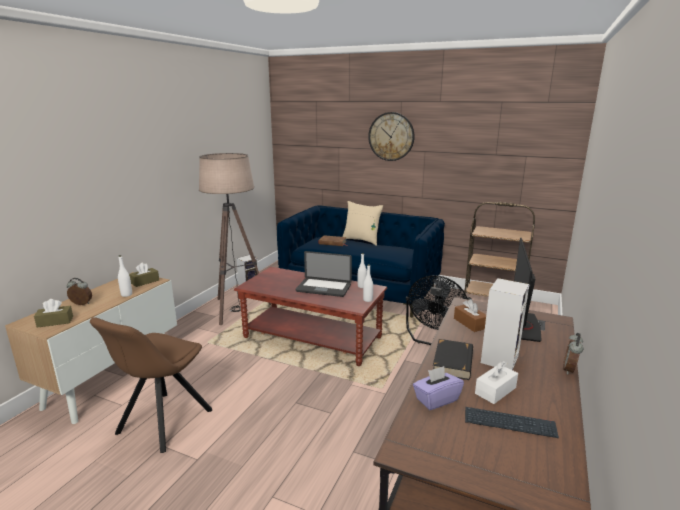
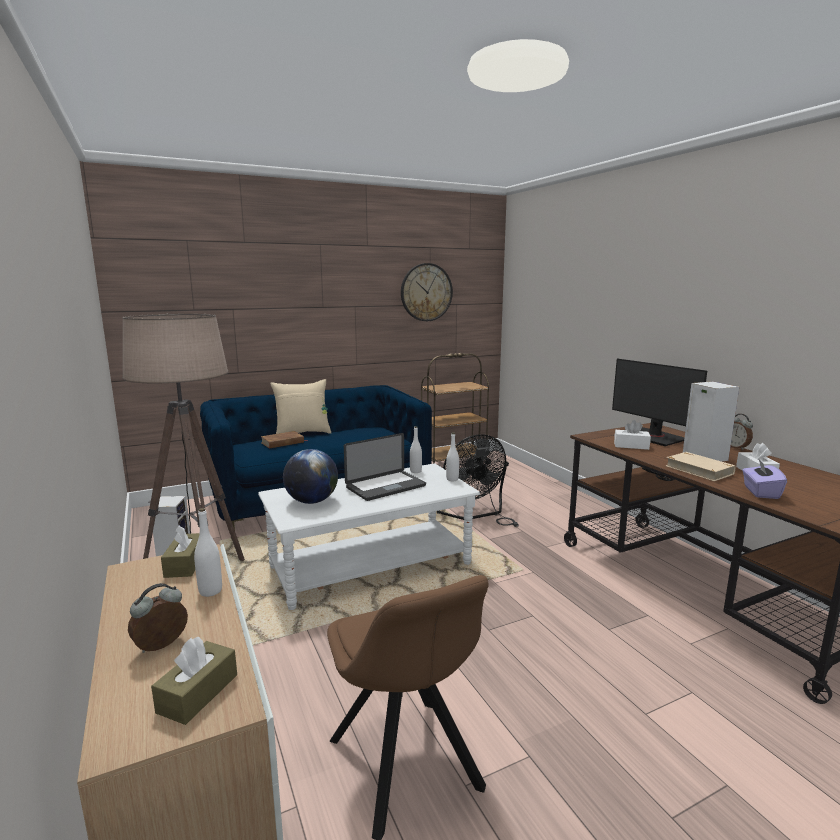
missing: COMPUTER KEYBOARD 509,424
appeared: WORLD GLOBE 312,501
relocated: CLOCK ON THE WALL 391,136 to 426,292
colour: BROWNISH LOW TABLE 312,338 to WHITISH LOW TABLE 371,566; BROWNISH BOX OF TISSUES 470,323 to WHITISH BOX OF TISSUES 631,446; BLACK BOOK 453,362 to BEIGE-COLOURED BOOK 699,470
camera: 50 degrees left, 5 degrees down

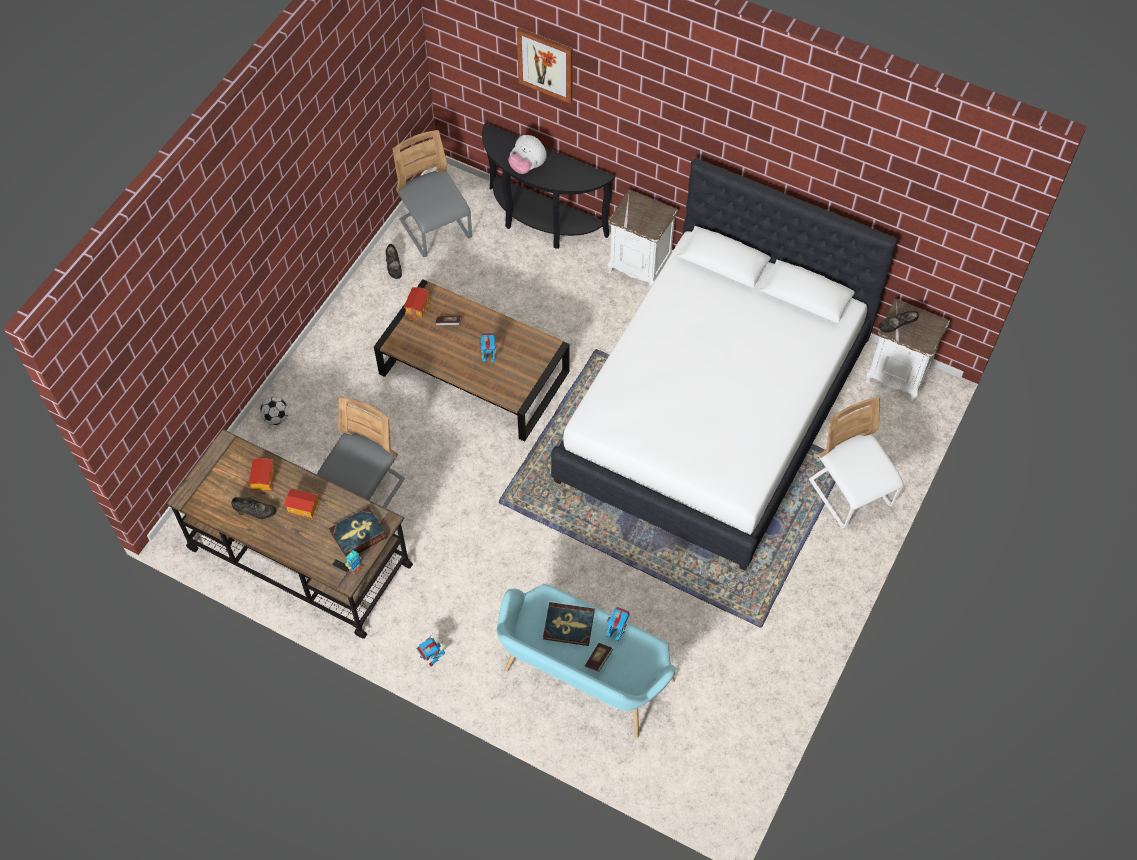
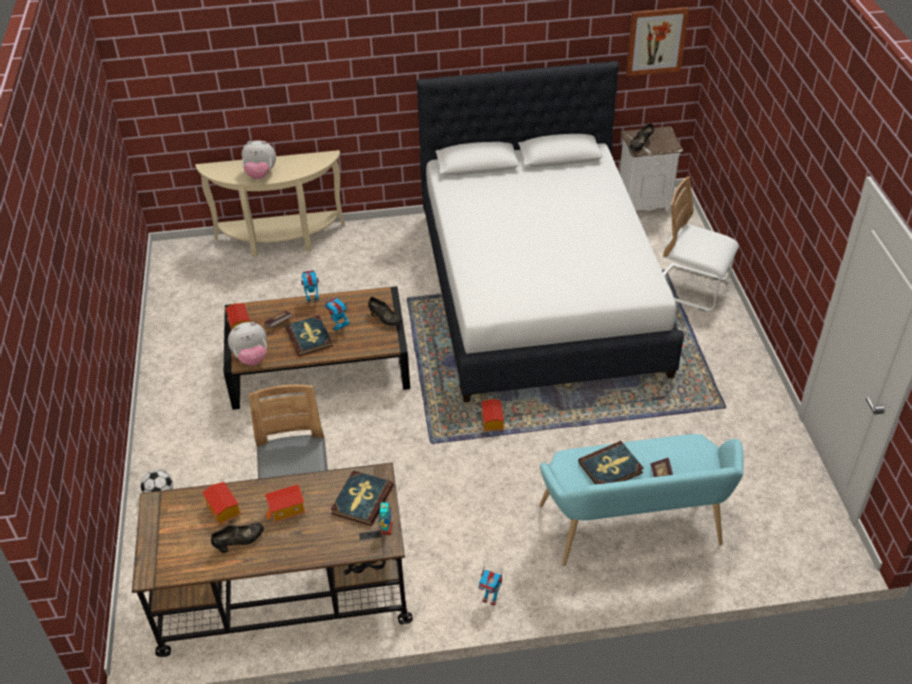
missing: GRAY CHAIR 436,230; WHITISH NIGHTSTAND 639,268
appeared: BOOK 309,337; SOFT TOY 251,358; TOY HOUSE 492,422
relocated: WALL PICTURE 546,64 to 656,41; BLACK ITEM OF FOOTWEAR 394,267 to 385,320; ROBOT FIGURE 617,633 to 312,301
colour: BLACK HALL TABLE 541,223 to BEIGE-COLOURED HALL TABLE 280,241
camera: 35 degrees left, 15 degrees down

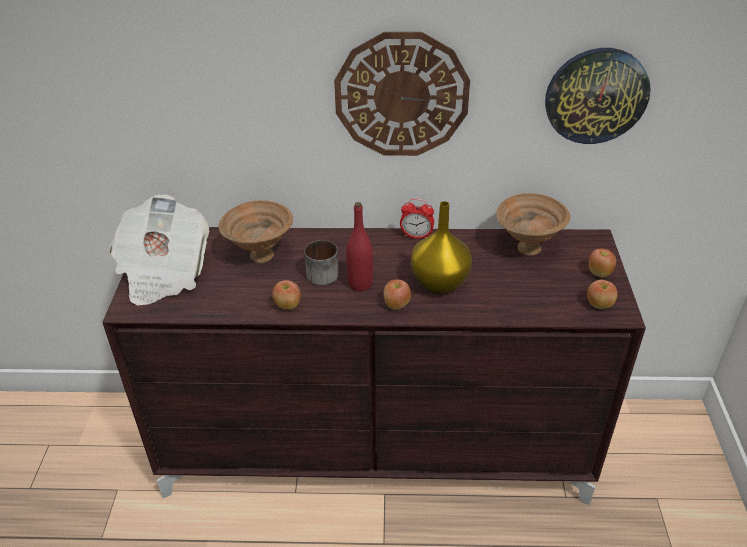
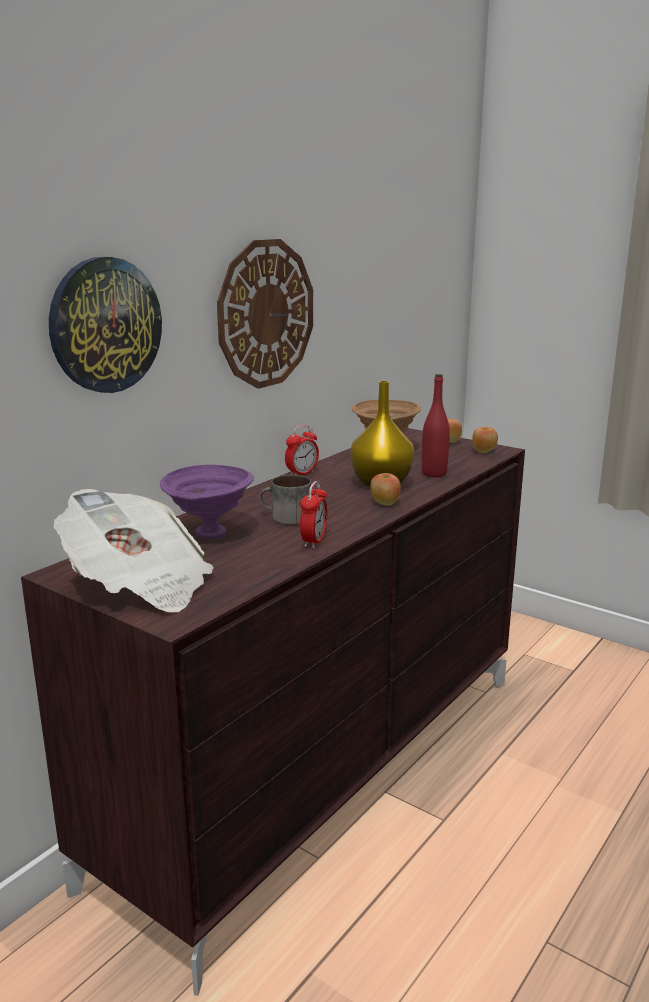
relocated: CLOCK ON THE WALL 596,95 to 105,325; RED BEVERAGE BOTTLE 360,284 to 434,473
exchanged: APPLE FRUIT 287,306 to TABLE CLOCK 314,541
colour: BROWNISH BOWL 260,256 to PURPLE-COLOURED BOWL 210,534
camera: 55 degrees left, 20 degrees down

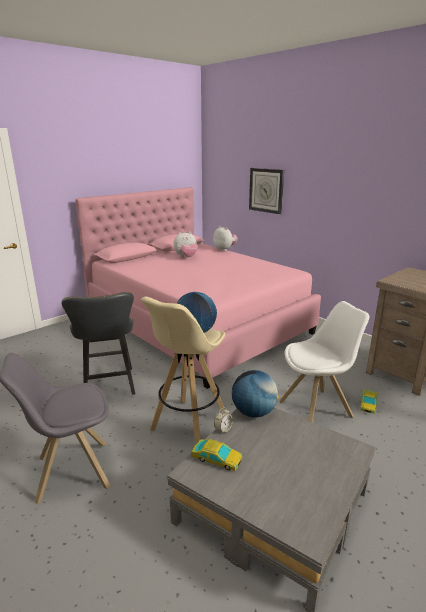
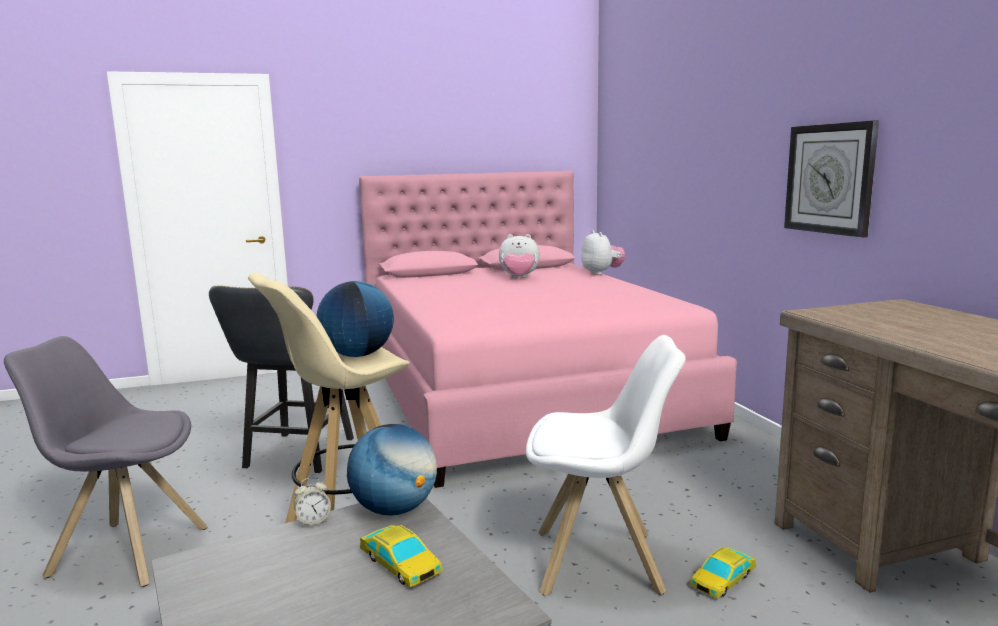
relocated: CLOCK ON THE WALL 266,190 to 830,178; TOY CAR 216,458 to 400,563
camera: 25 degrees right, 10 degrees down

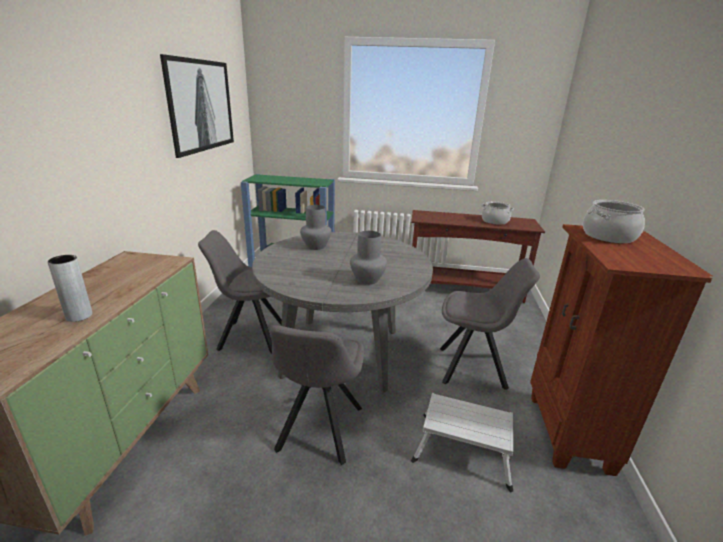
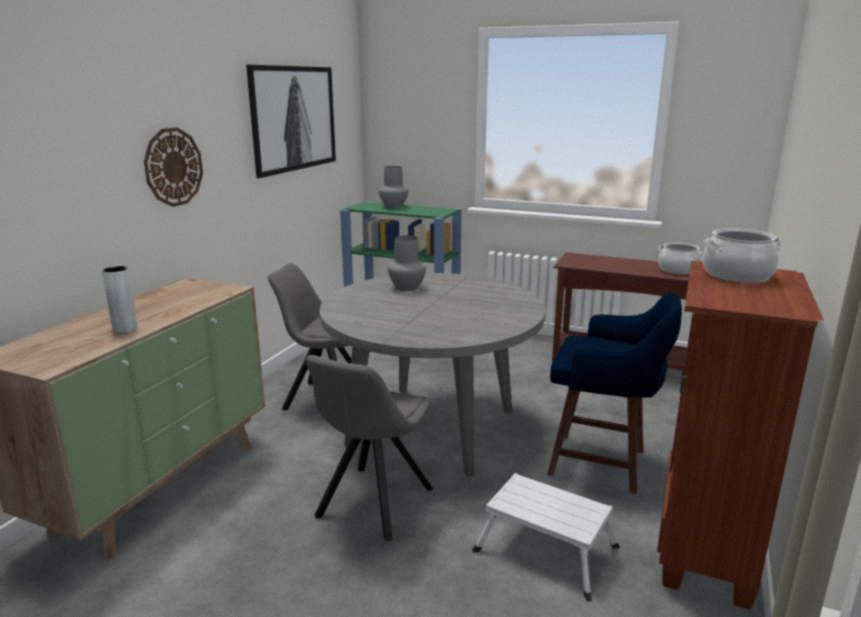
appeared: CLOCK ON THE WALL 173,167
relocated: GRAY FLOWER VASE 367,279 to 394,206
exchanged: GRAY CHAIR 472,368 to BLUE STOOL SEAT 602,464
camera: 15 degrees right, 5 degrees down

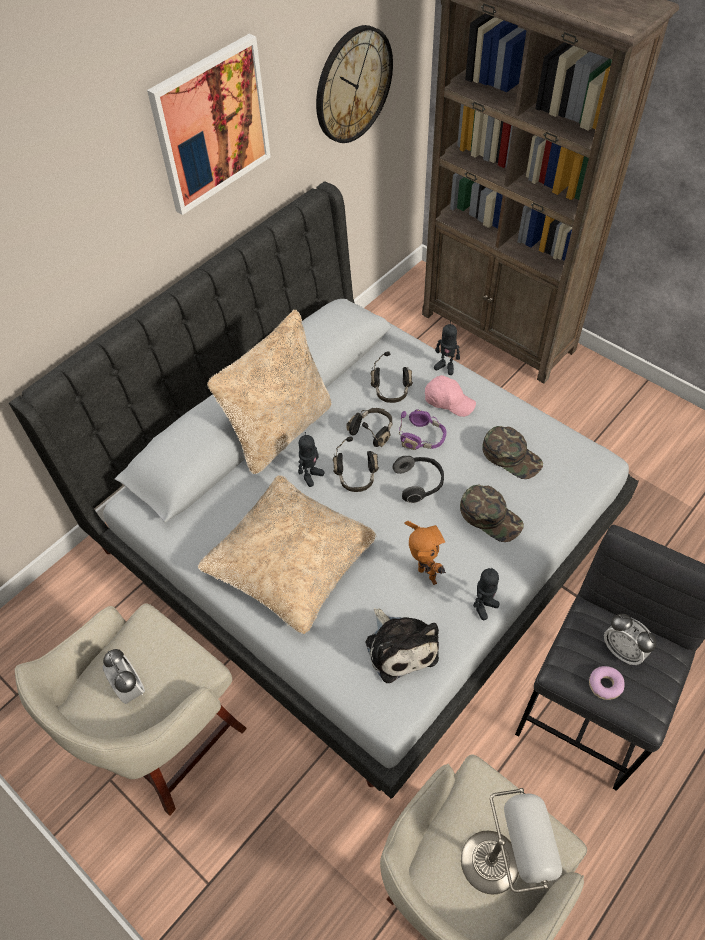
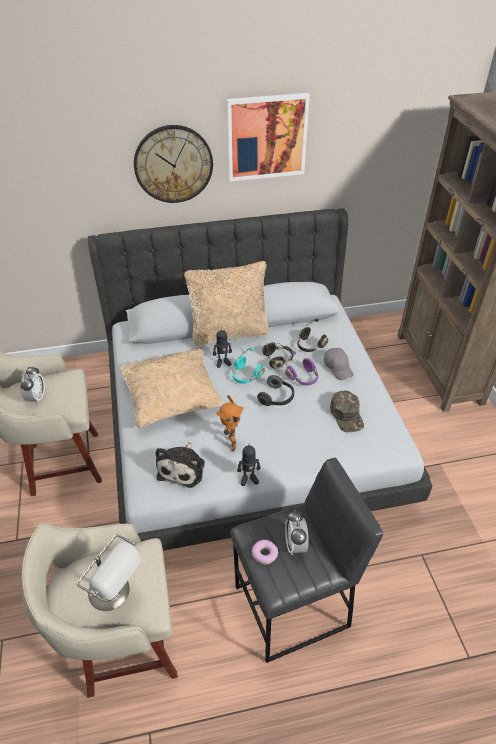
missing: ROBOT FIGURE 445,366; GREEN-COLOURED PEAKED CAP 491,516
relocated: CLOCK ON THE WALL 353,85 to 173,164
colour: PINK-COLOURED PEAKED CAP 448,401 to GRAY PEAKED CAP 338,368; BLACK HEADPHONES 356,477 to BLUE-GREEN HEADPHONES 246,376
camera: 35 degrees right, 10 degrees down

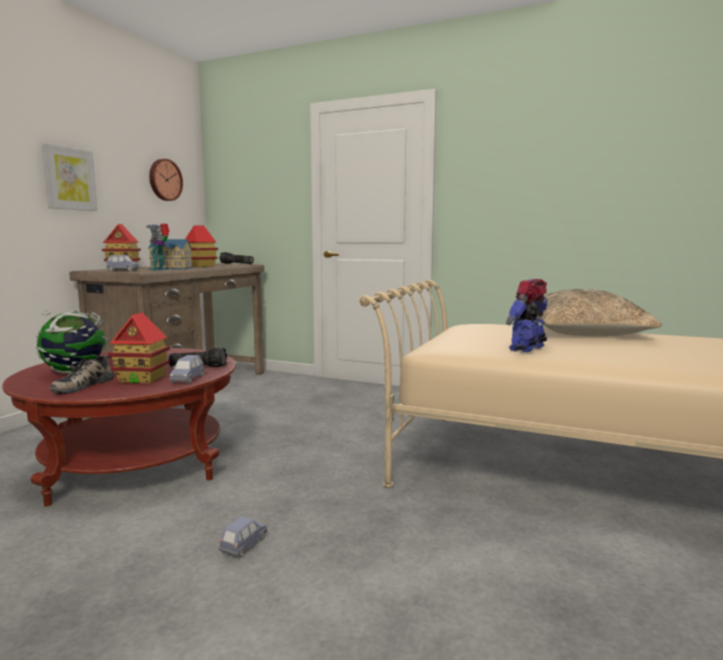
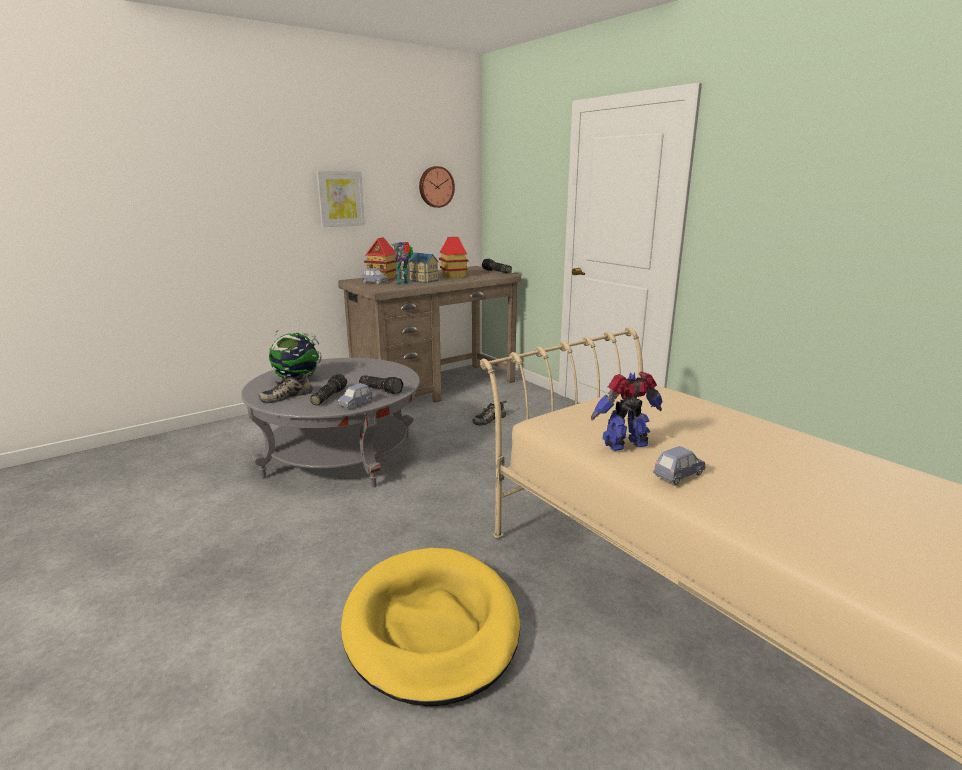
missing: BEIGE-COLOURED CUSHION 583,332
appeared: ITEM OF FOOTWEAR 489,419; YELLOW-COLOURED DOG CUSHION 431,627
relocated: BLUE TOY CAR 244,545 to 678,475
exchanged: TOY HOUSE 142,379 to TORCH 328,397
colour: RED LOW TABLE 135,462 to GRAY LOW TABLE 340,455
camera: 30 degrees right, 10 degrees up

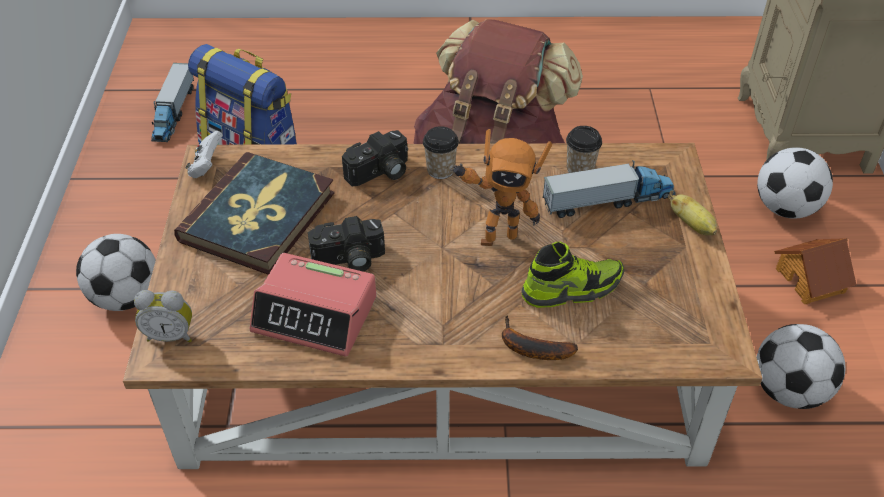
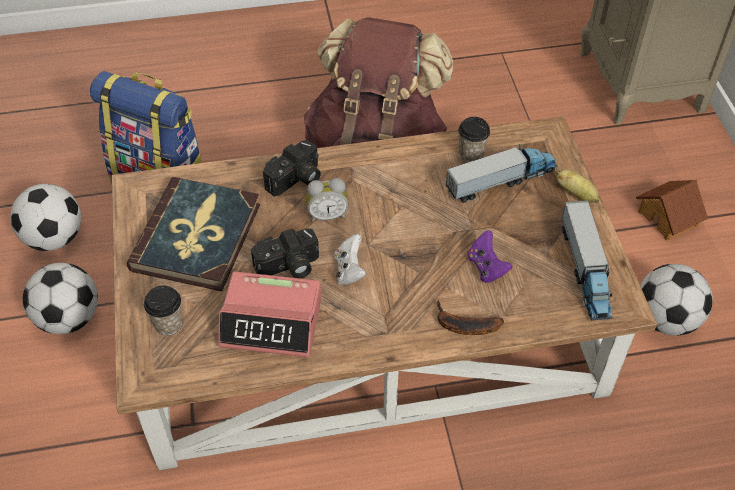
missing: ROBOT FIGURE 496,236
relocated: TOY LORRY 174,112 to 585,270; SMALL CUP 440,170 to 168,324; WHITISH GAME CONTROLLER 206,167 to 349,270; FOOTBALL 785,208 to 54,238; TABLE CLOCK 171,335 to 327,215
exchanged: ITEM OF FOOTWEAR 571,289 to PURPLE-COLOURED GAME CONTROLLER 486,267
camera: 10 degrees left, 5 degrees up

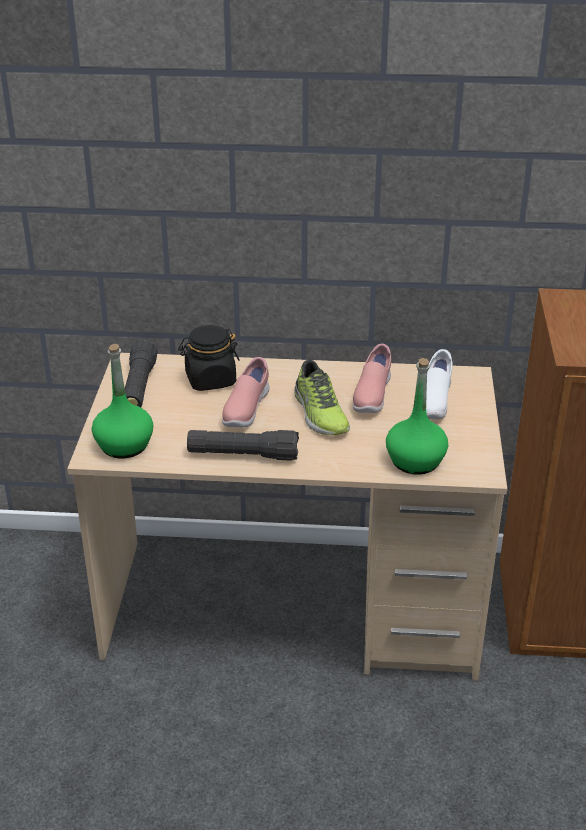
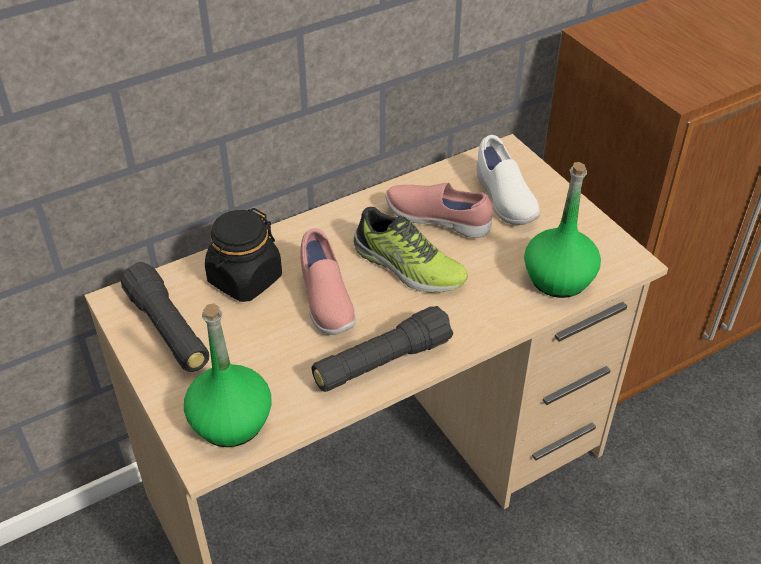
spun: PINK-COLOURED ITEM OF FOOTWEAR 371,396 = 438,220 135 degrees clockwise
camera: 35 degrees left, 10 degrees up

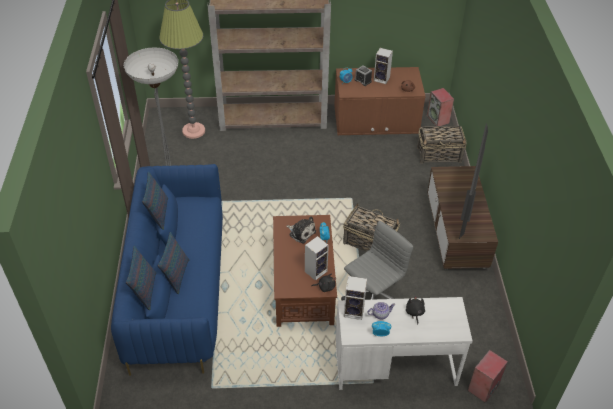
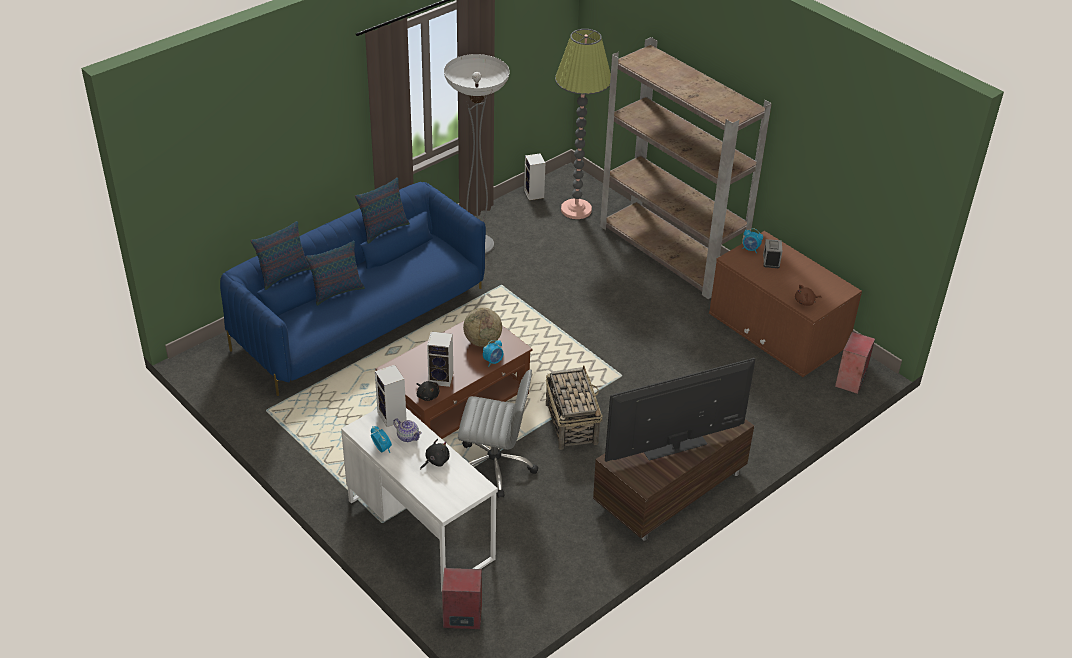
missing: BASKET 439,154
relocated: LOUDSPEAKER 382,79 to 534,194
exchanged: SOFT TOY 301,232 to WORLD GLOBE 482,341
camera: 50 degrees right, 5 degrees down

